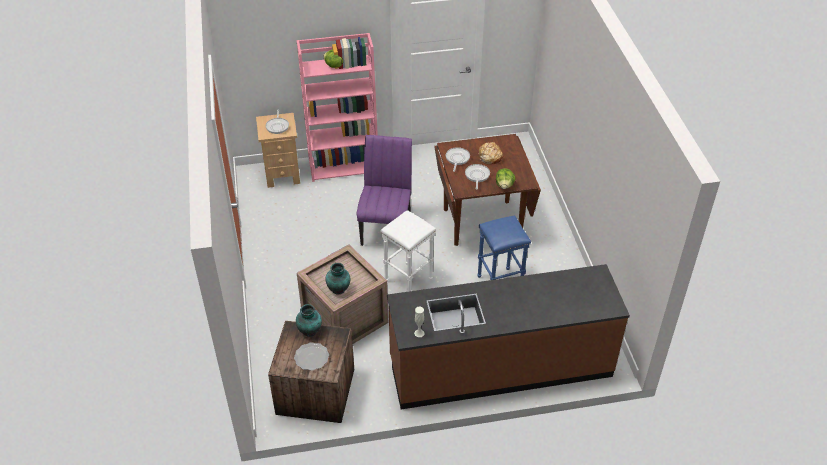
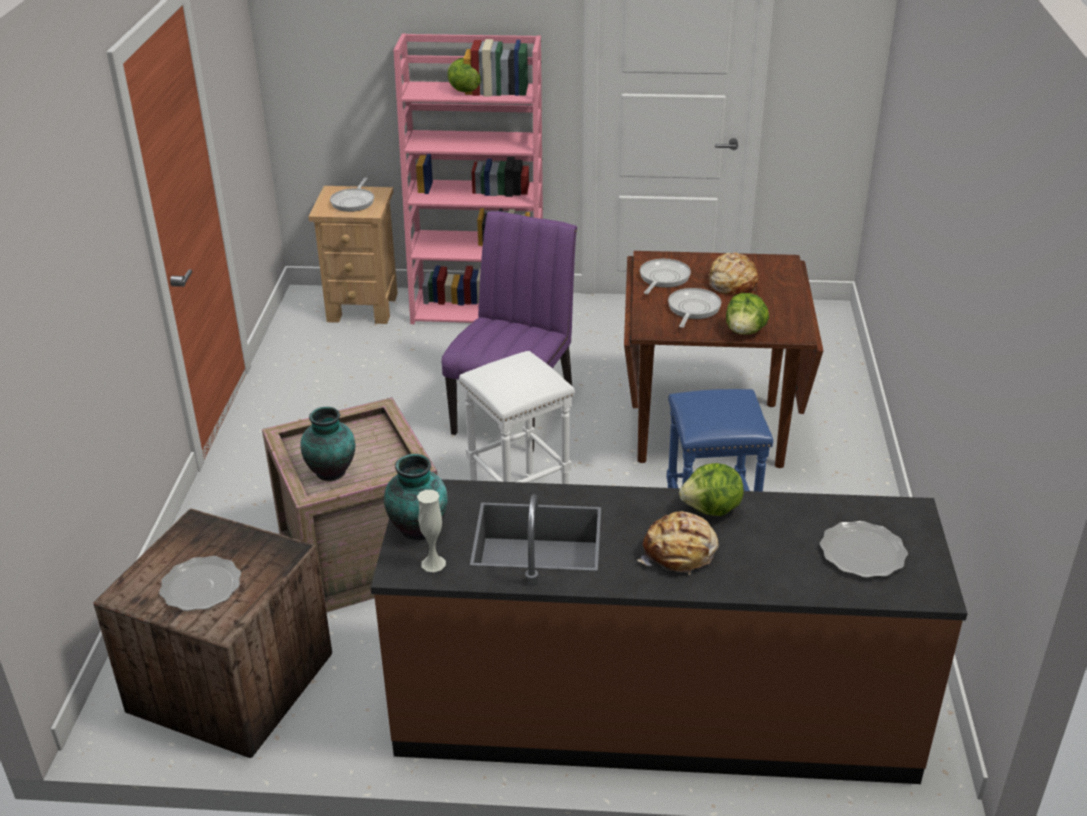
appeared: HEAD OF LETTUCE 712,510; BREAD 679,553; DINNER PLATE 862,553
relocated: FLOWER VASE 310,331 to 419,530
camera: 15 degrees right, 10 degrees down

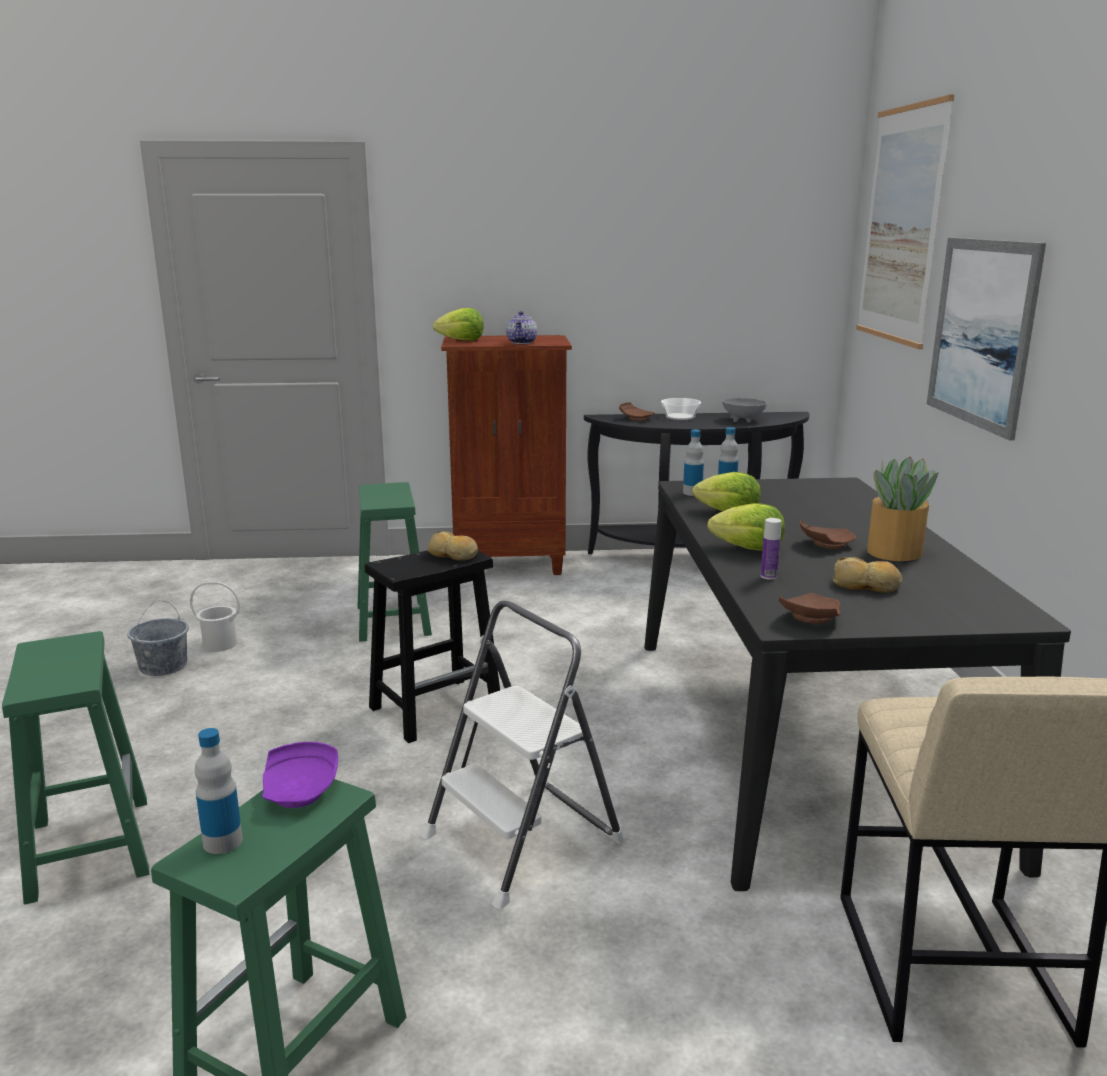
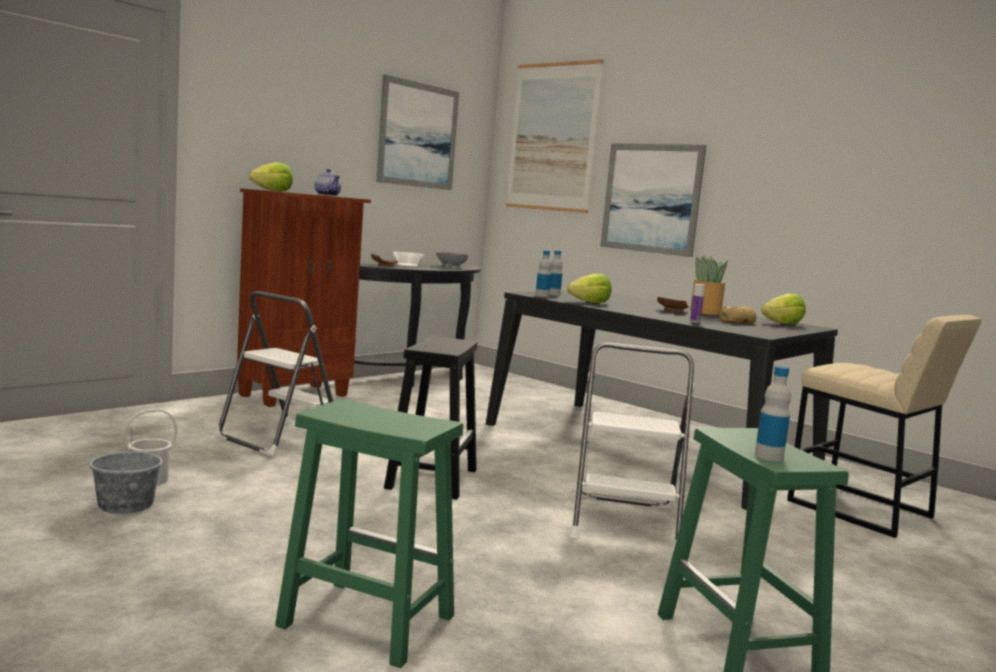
missing: BREAD 453,555; BROWNISH DINNER PLATE 809,618; PURPLE-COLOURED DINNER PLATE 301,790
appeared: WALL PICTURE 418,135
relocated: HEAD OF LETTUCE 748,549 to 782,324
exchanged: GREEN-COLOURED STOOL SEAT 392,619 to WHITISH STEP LADDER 276,438
camera: 45 degrees left, 10 degrees down

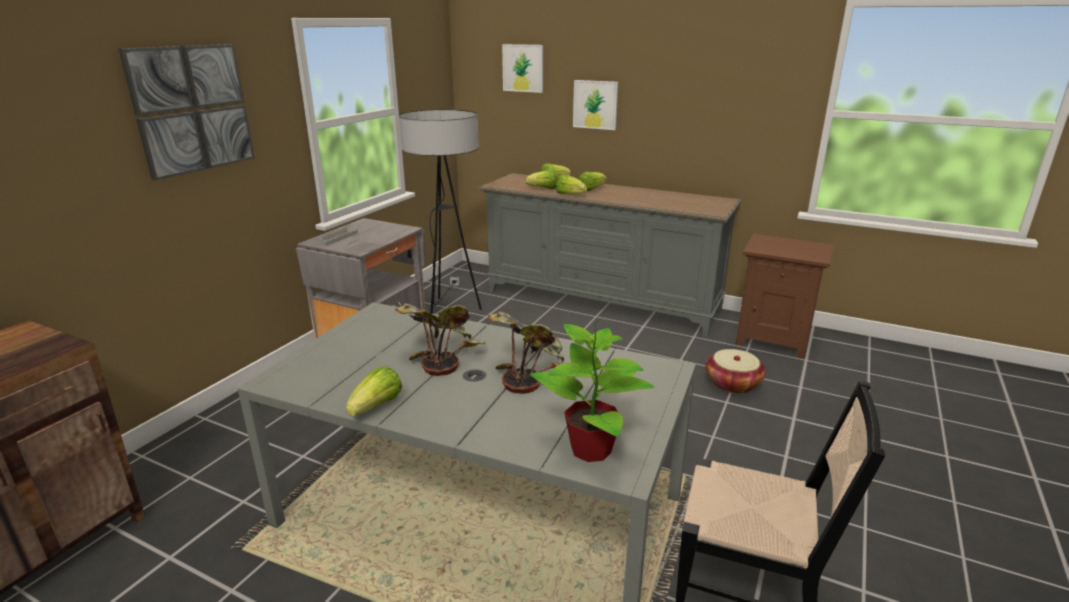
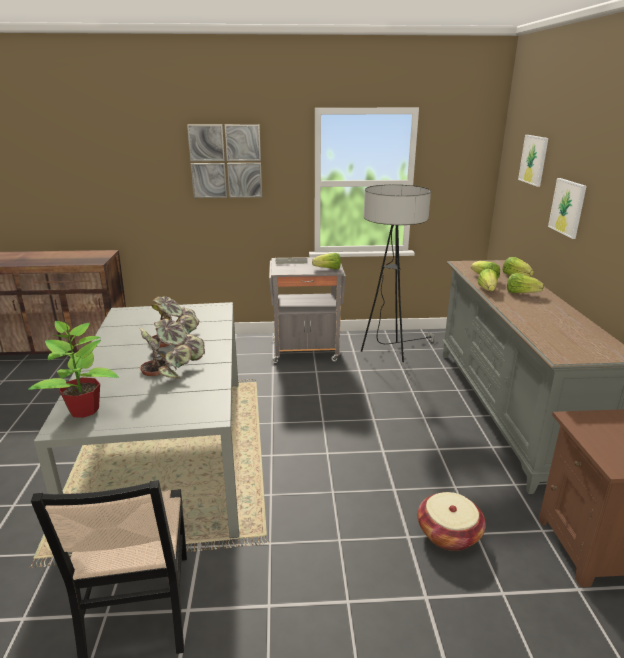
relocated: HEAD OF LETTUCE 377,406 to 328,269
camera: 60 degrees right, 0 degrees up

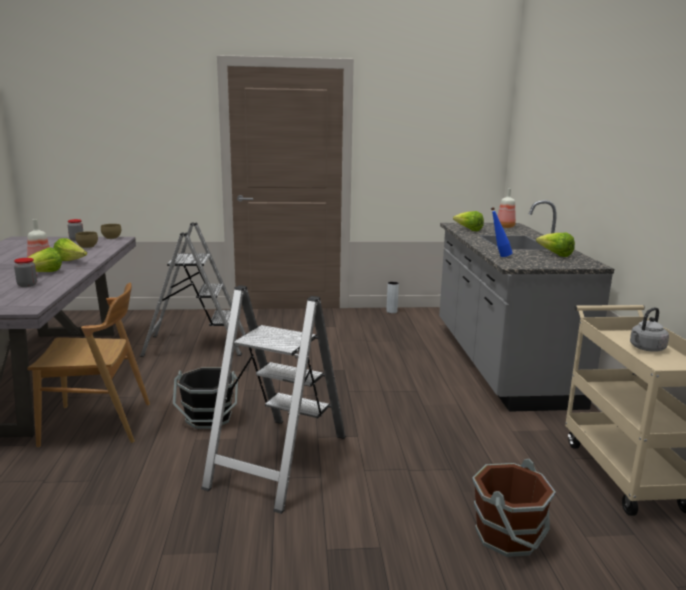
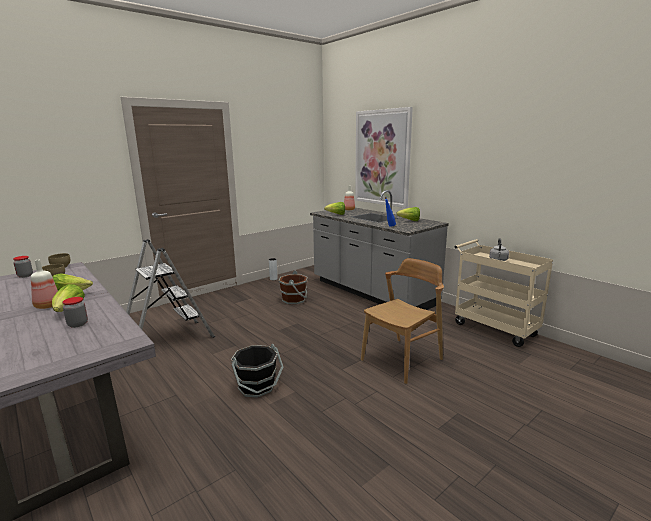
missing: GRAY STEP LADDER 277,461
appeared: WALL PICTURE 382,158
relocated: BROWNISH CHAIR 97,424 to 402,360; BROWNISH WATER BUCKET 508,536 to 294,299
camera: 35 degrees left, 0 degrees up

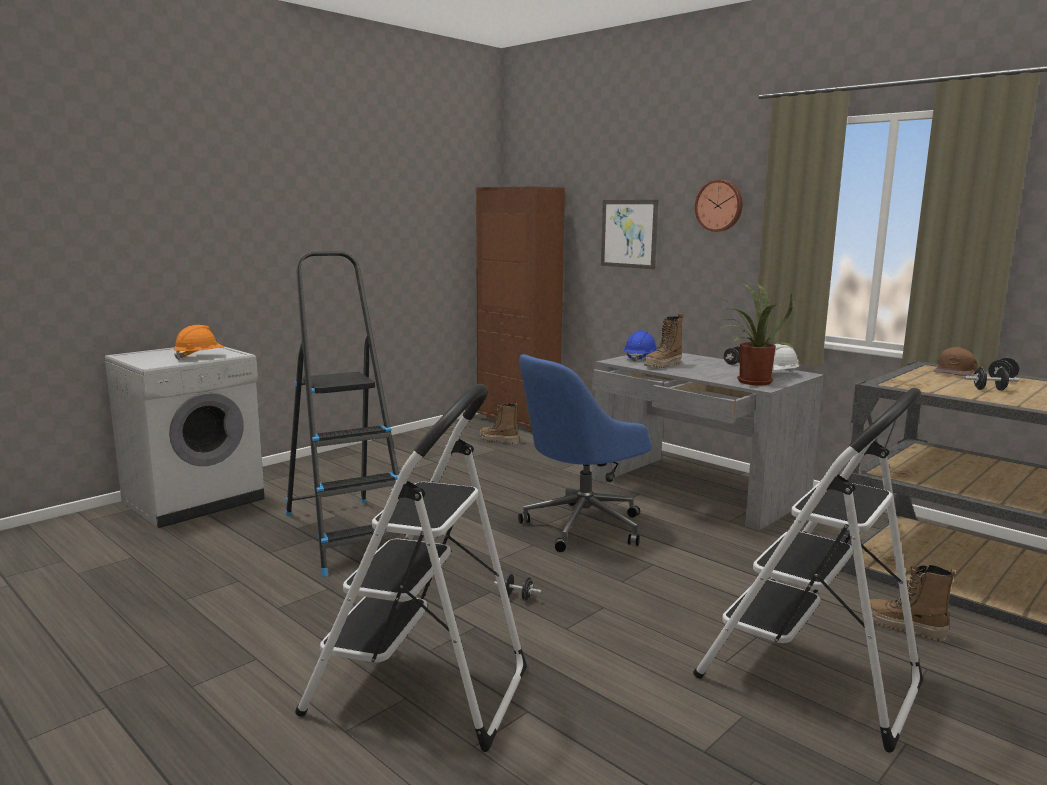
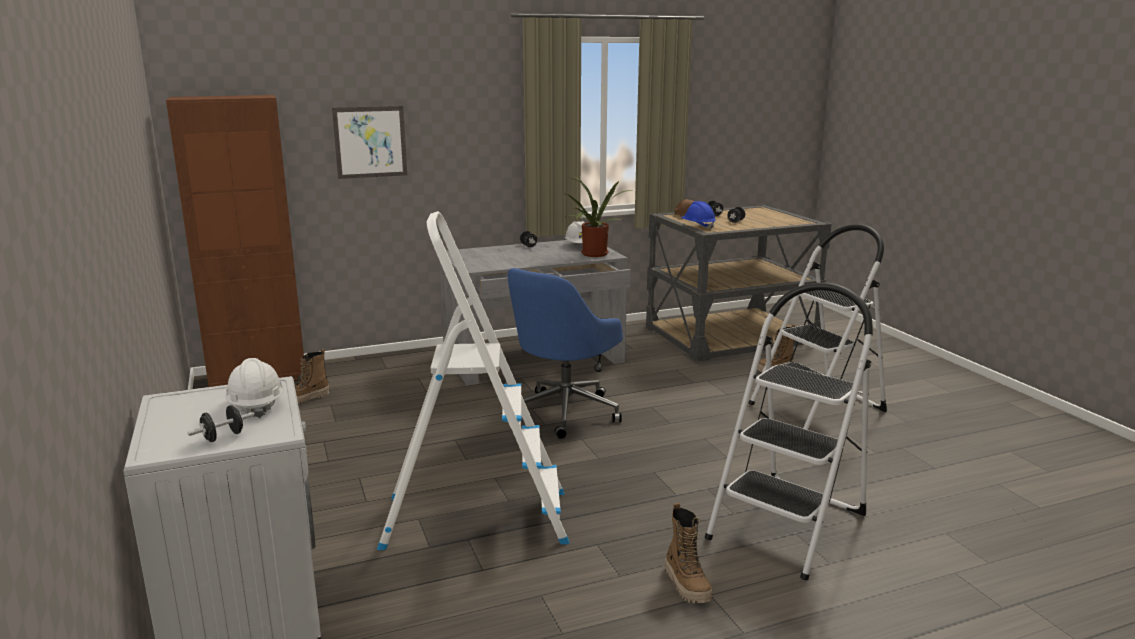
missing: CLOCK ON THE WALL 719,206
relocated: TALL BOOT 663,366 to 687,585; BLUE SAFETY HELMET 640,359 to 698,226; BLACK DUMBBELL 517,597 to 223,437
colour: BLACK STEP LADDER 346,534 to WHITISH STEP LADDER 477,519; ORANGE SAFETY HELMET 199,357 to WHITISH SAFETY HELMET 256,405
spun: BLUE DESK CHAIR 582,527 = 565,413 45 degrees clockwise
camera: 65 degrees left, 5 degrees up

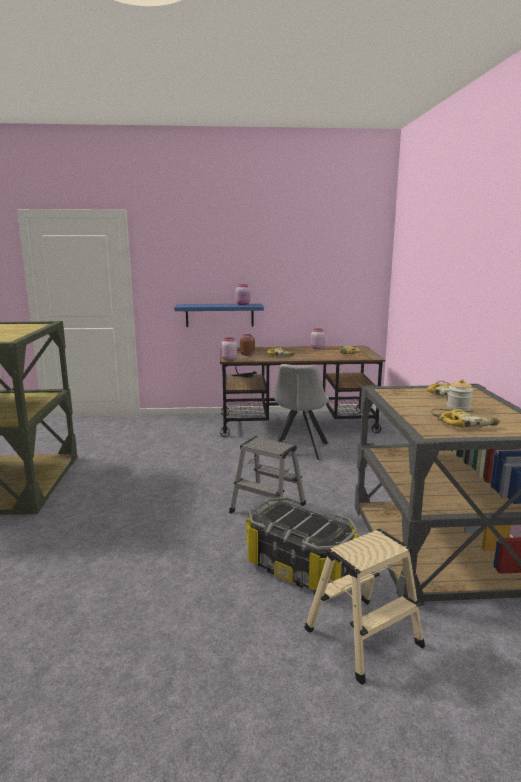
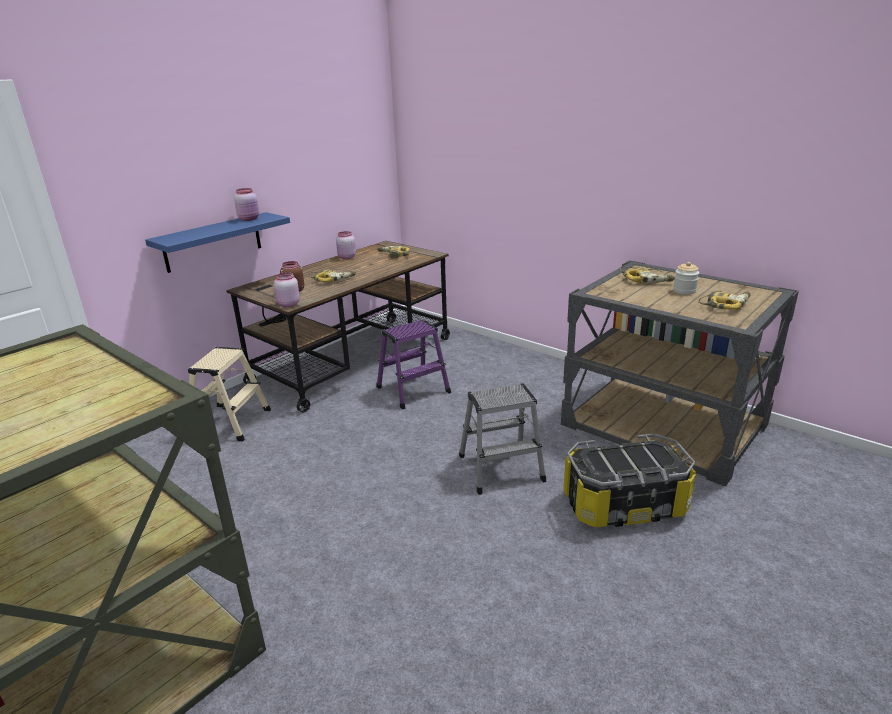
relocated: BEIGE-COLOURED STEP LADDER 362,637 to 230,422
exchanged: GRAY CHAIR 299,450 to PURPLE-COLOURED STEP LADDER 413,389
camera: 45 degrees left, 10 degrees up

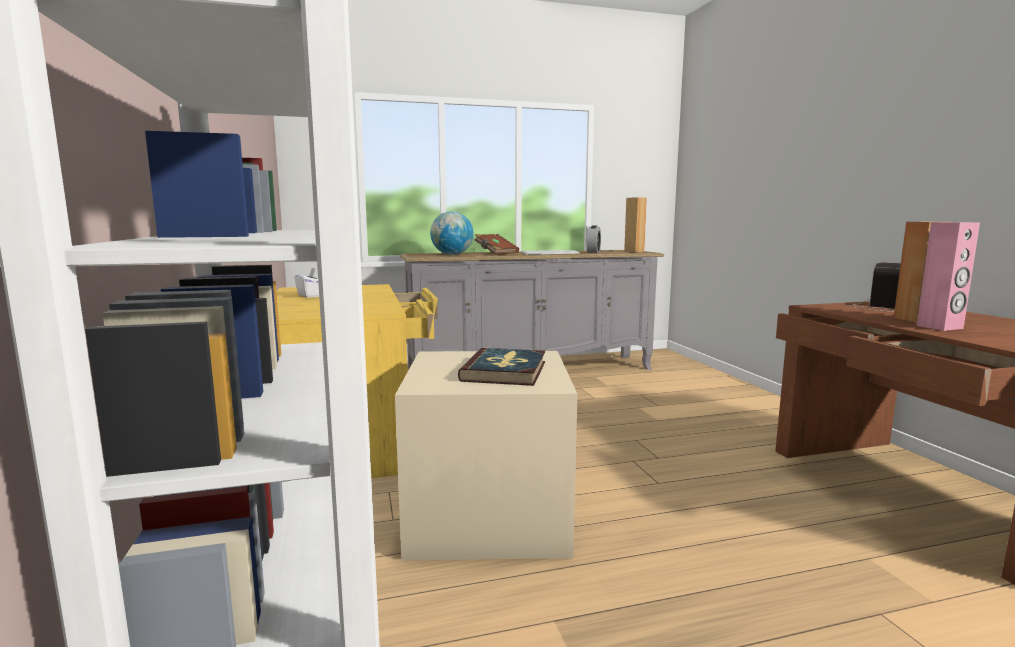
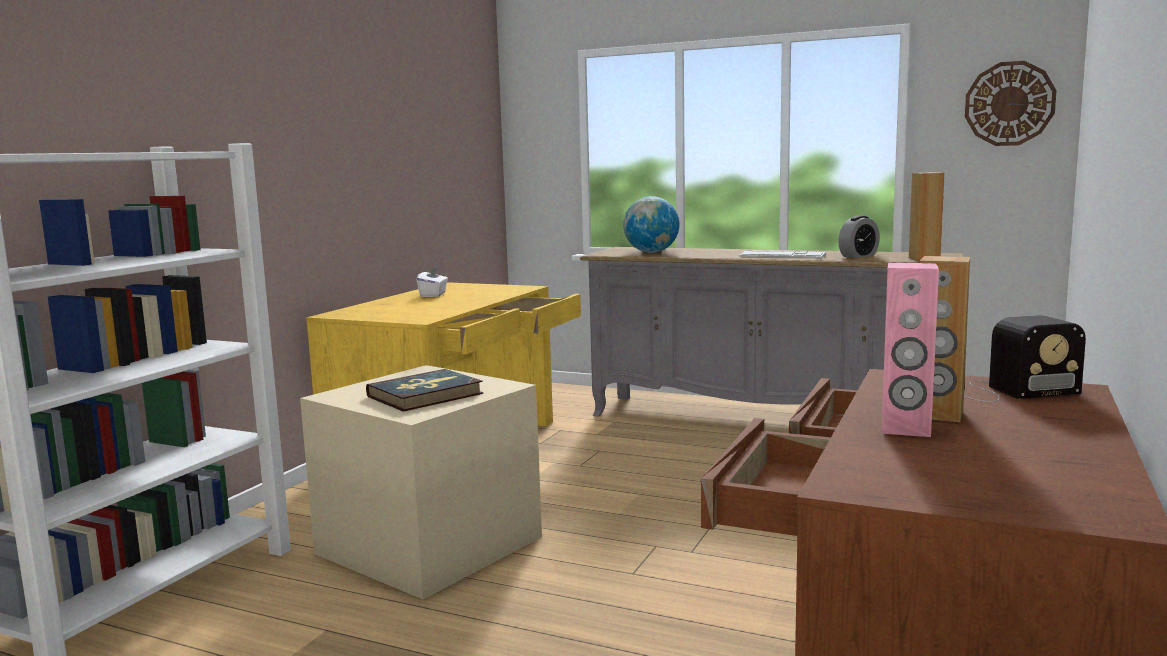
missing: BROWNISH BOOK 495,253
appeared: CLOCK ON THE WALL 1009,104
camera: 40 degrees right, 0 degrees up

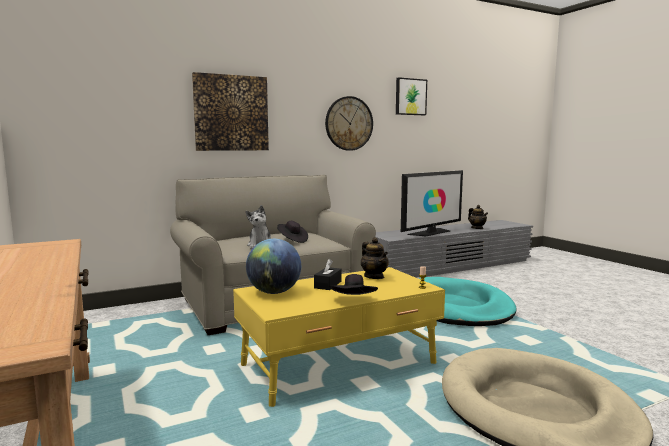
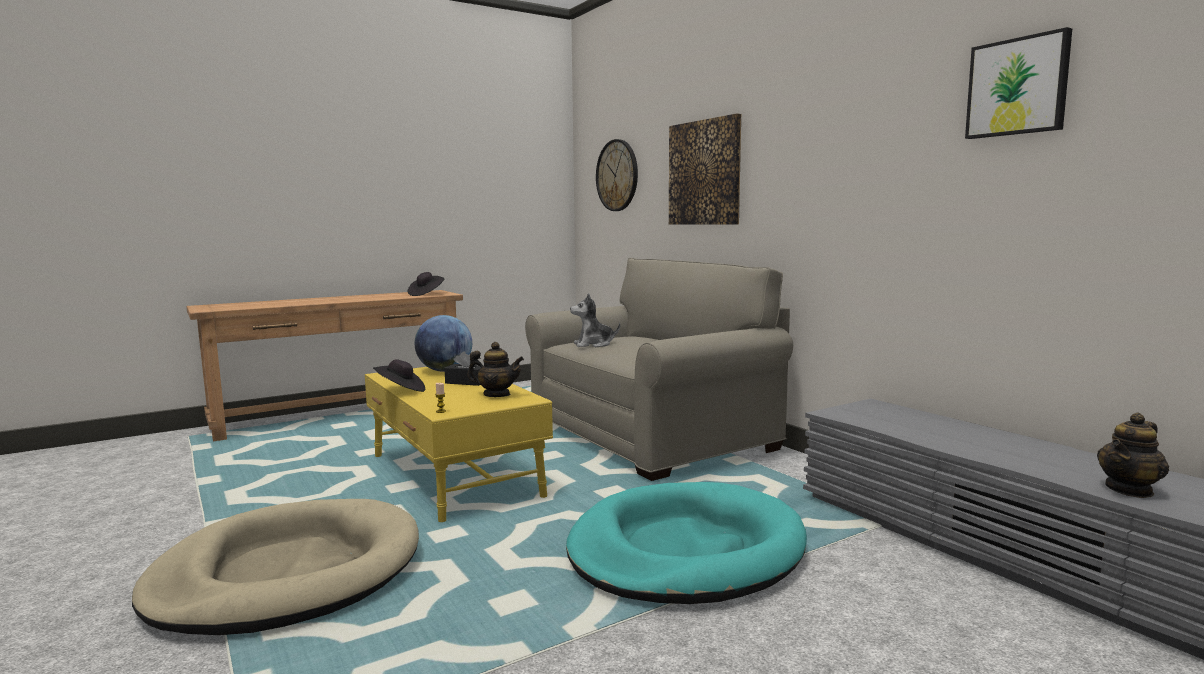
missing: TELEVISION 431,232
relocated: CLOCK ON THE WALL 349,123 to 617,175; BLACK WEARABLE HAT 292,240 to 426,294
spun: POT FOR TEA 374,277 = 496,395 135 degrees counterclockwise
camera: 85 degrees right, 0 degrees up

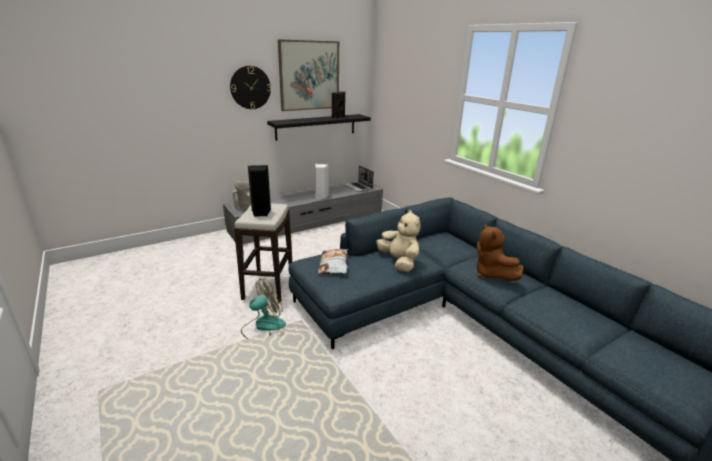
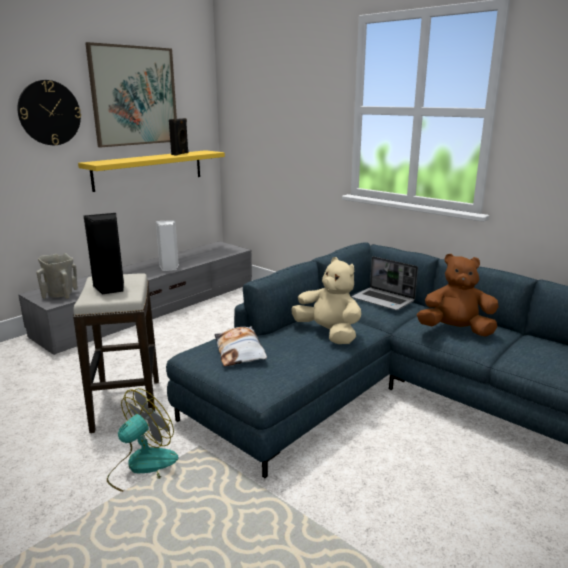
relocated: LAPTOP 359,187 to 384,300
colour: BLACK SHELF 316,127 to YELLOW-COLOURED SHELF 149,169
spun: BROWNISH SOFT TOY 491,274 = 455,330 135 degrees clockwise
camera: 15 degrees left, 5 degrees down

